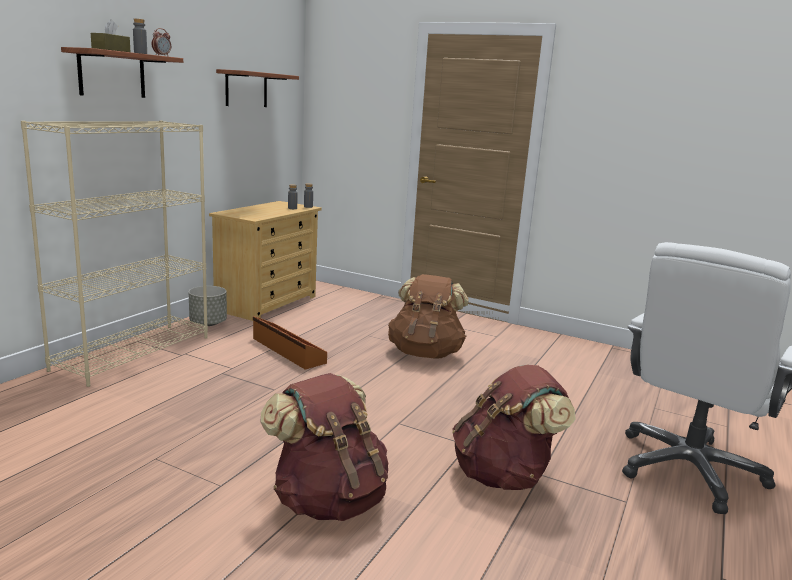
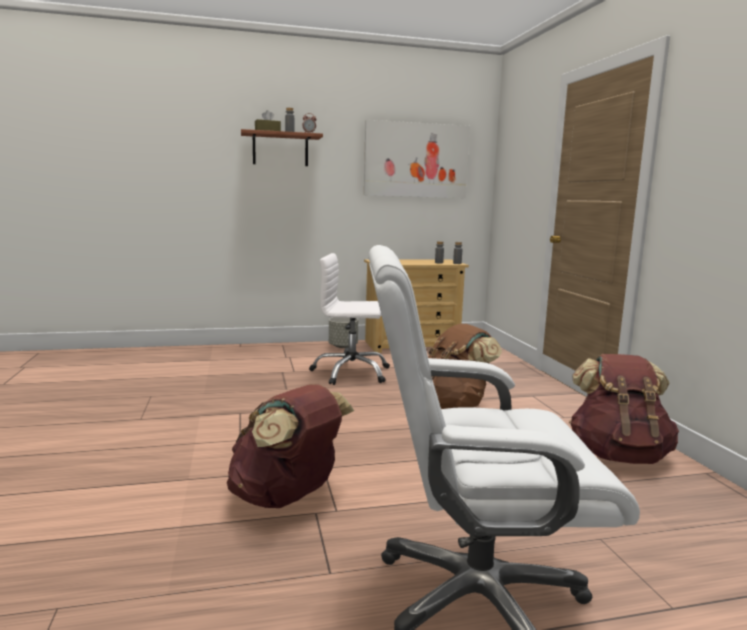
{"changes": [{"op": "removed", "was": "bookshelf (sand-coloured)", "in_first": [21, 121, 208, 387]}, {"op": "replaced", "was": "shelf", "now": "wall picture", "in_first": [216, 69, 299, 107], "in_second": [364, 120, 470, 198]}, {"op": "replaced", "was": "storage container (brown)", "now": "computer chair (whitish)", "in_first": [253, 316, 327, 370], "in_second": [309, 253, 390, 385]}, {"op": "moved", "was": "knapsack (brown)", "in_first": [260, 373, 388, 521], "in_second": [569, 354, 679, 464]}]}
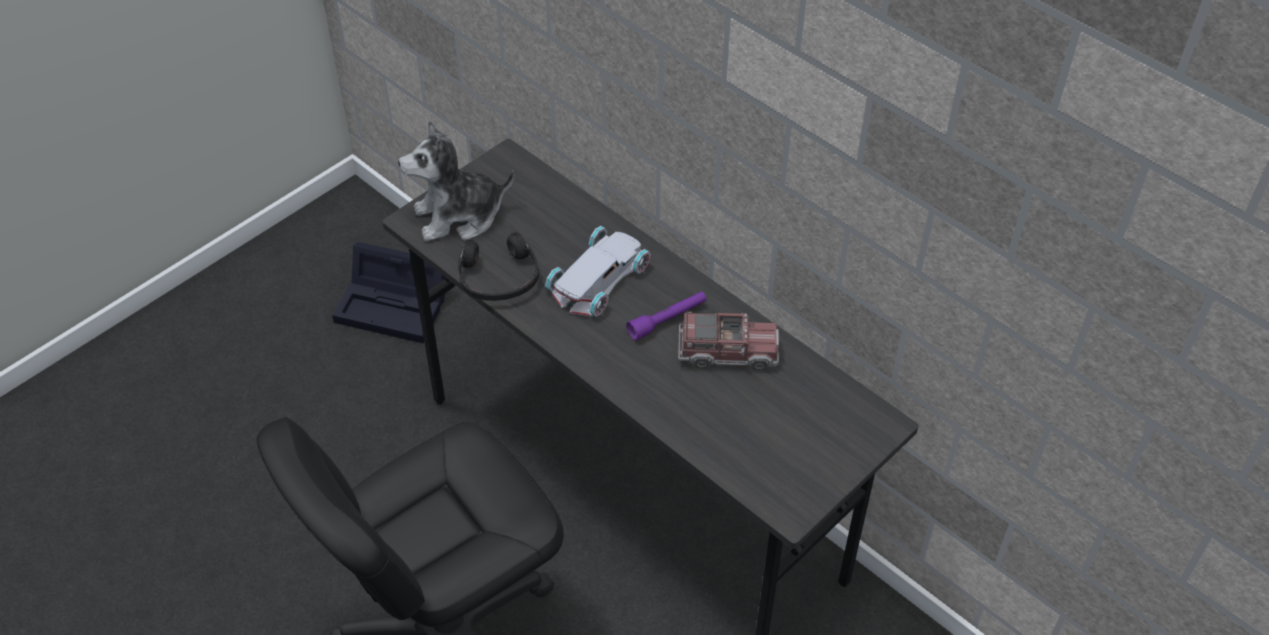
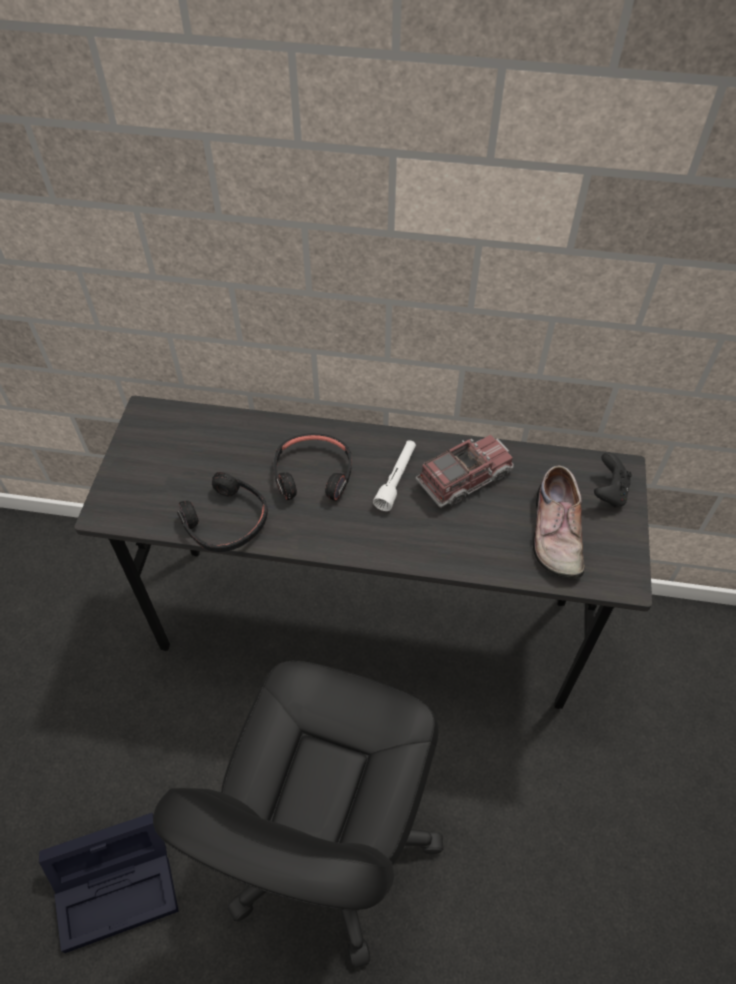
{"changes": [{"op": "moved", "was": "storage container (black)", "in_first": [332, 242, 445, 344], "in_second": [39, 813, 179, 953]}, {"op": "removed", "was": "plush toy", "in_first": [398, 120, 514, 241]}, {"op": "replaced", "was": "miniature car (whitish)", "now": "pair of headphones (black)", "in_first": [545, 226, 651, 317], "in_second": [274, 433, 352, 501]}, {"op": "recoloured", "was": "hand torch (purple-coloured)", "now": "hand torch (whitish)", "in_first": [626, 292, 706, 341], "in_second": [373, 440, 416, 511]}, {"op": "added", "now": "low shoe", "in_second": [533, 466, 584, 579]}, {"op": "added", "now": "game controller (black)", "in_second": [594, 453, 632, 507]}]}
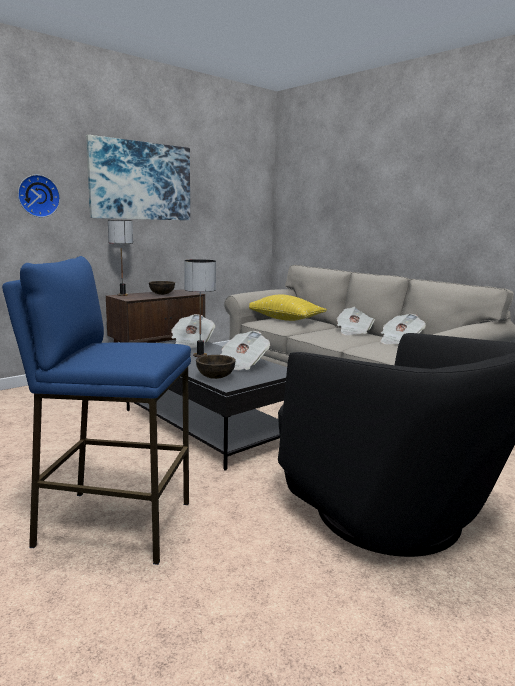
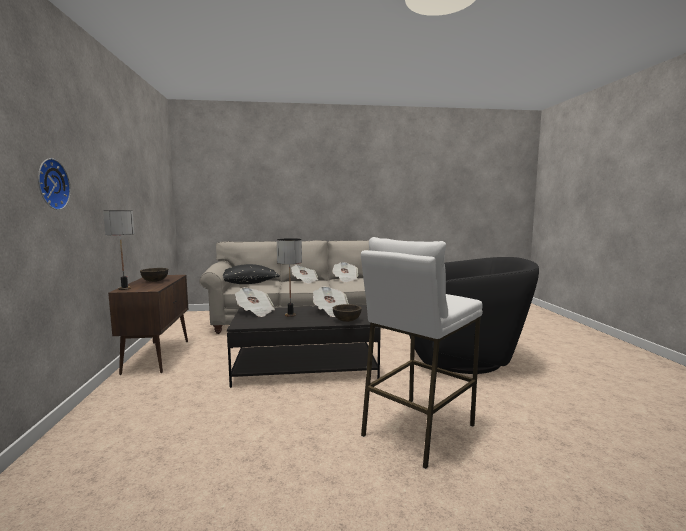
{"changes": [{"op": "recoloured", "was": "stool (blue-coloured)", "now": "stool (whitish)", "in_first": [2, 256, 191, 565], "in_second": [361, 237, 483, 469]}, {"op": "removed", "was": "wall picture", "in_first": [86, 135, 190, 220]}, {"op": "recoloured", "was": "cushion (yellow)", "now": "cushion (black)", "in_first": [249, 295, 327, 321], "in_second": [223, 264, 280, 284]}]}
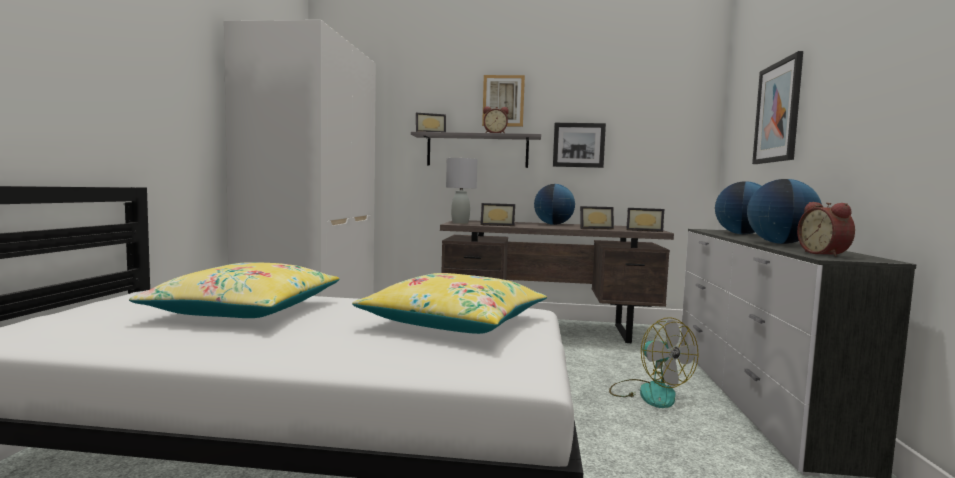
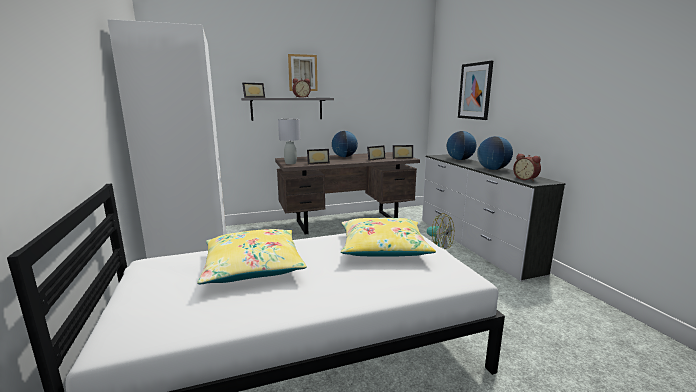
{"changes": [{"op": "removed", "was": "wall picture", "in_first": [553, 123, 606, 168]}]}
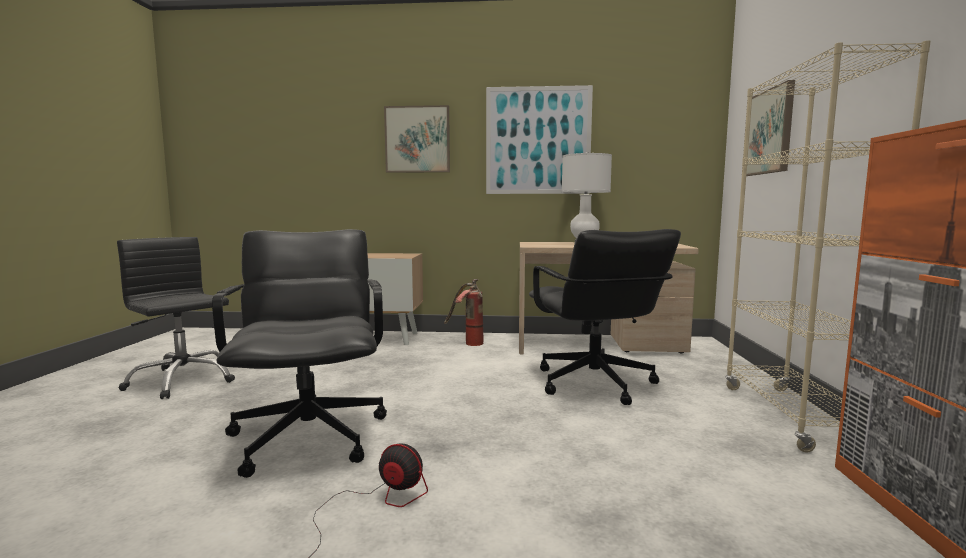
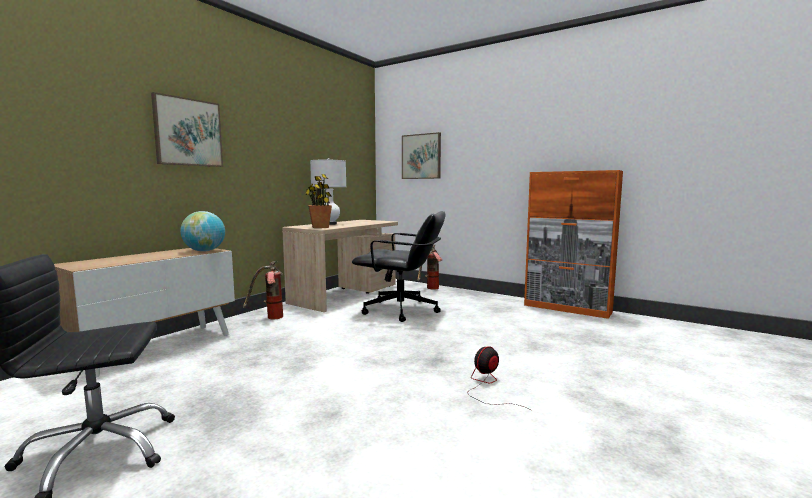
{"changes": [{"op": "removed", "was": "computer chair (black)", "in_first": [212, 229, 387, 478]}, {"op": "removed", "was": "wall picture", "in_first": [486, 85, 593, 194]}, {"op": "removed", "was": "bookshelf (sand-coloured)", "in_first": [725, 40, 931, 453]}, {"op": "added", "now": "desk globe", "in_second": [180, 211, 225, 252]}, {"op": "added", "now": "houseplant", "in_second": [305, 174, 332, 228]}, {"op": "added", "now": "extinguisher", "in_second": [417, 245, 442, 289]}]}
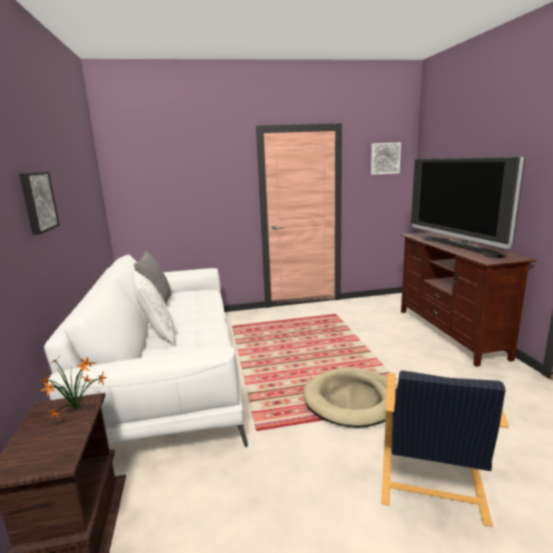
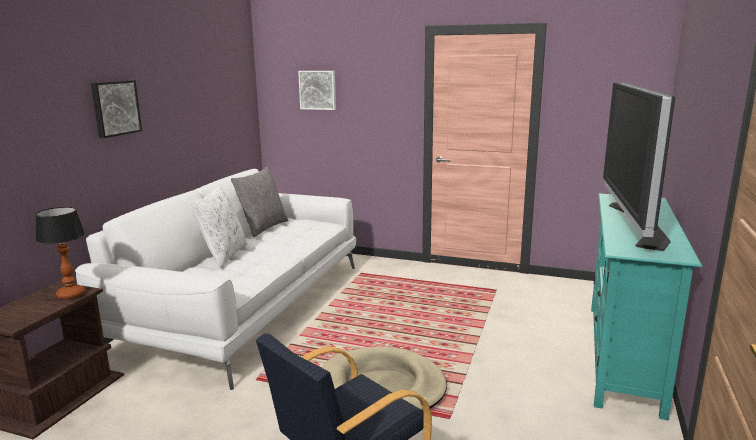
{"changes": [{"op": "replaced", "was": "houseplant", "now": "tabletop lamp", "in_first": [40, 357, 107, 418], "in_second": [36, 207, 85, 299]}, {"op": "moved", "was": "wall picture", "in_first": [371, 142, 401, 175], "in_second": [298, 71, 336, 110]}, {"op": "recoloured", "was": "tv unit (brown)", "now": "tv unit (turquoise)", "in_first": [401, 232, 536, 367], "in_second": [591, 194, 703, 420]}]}
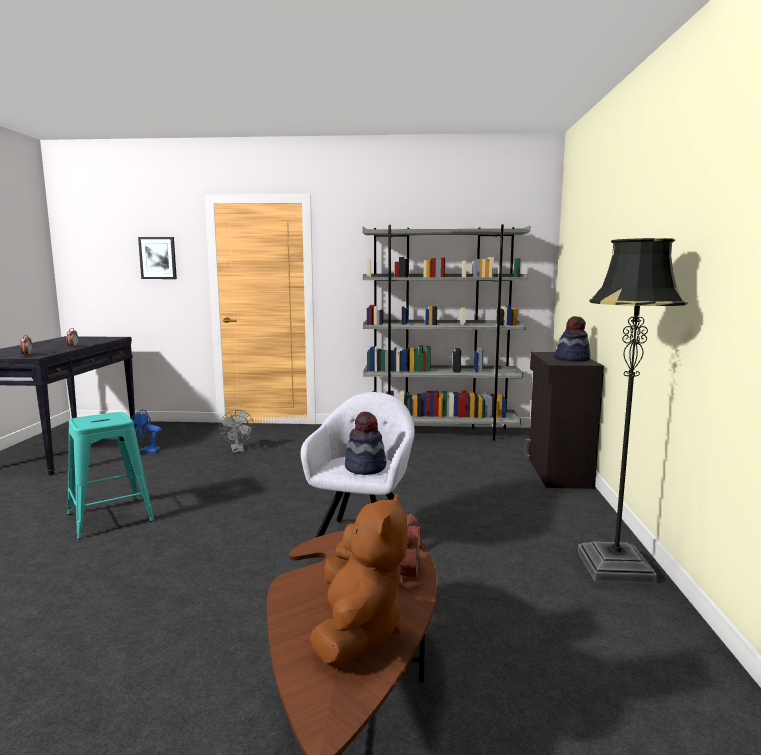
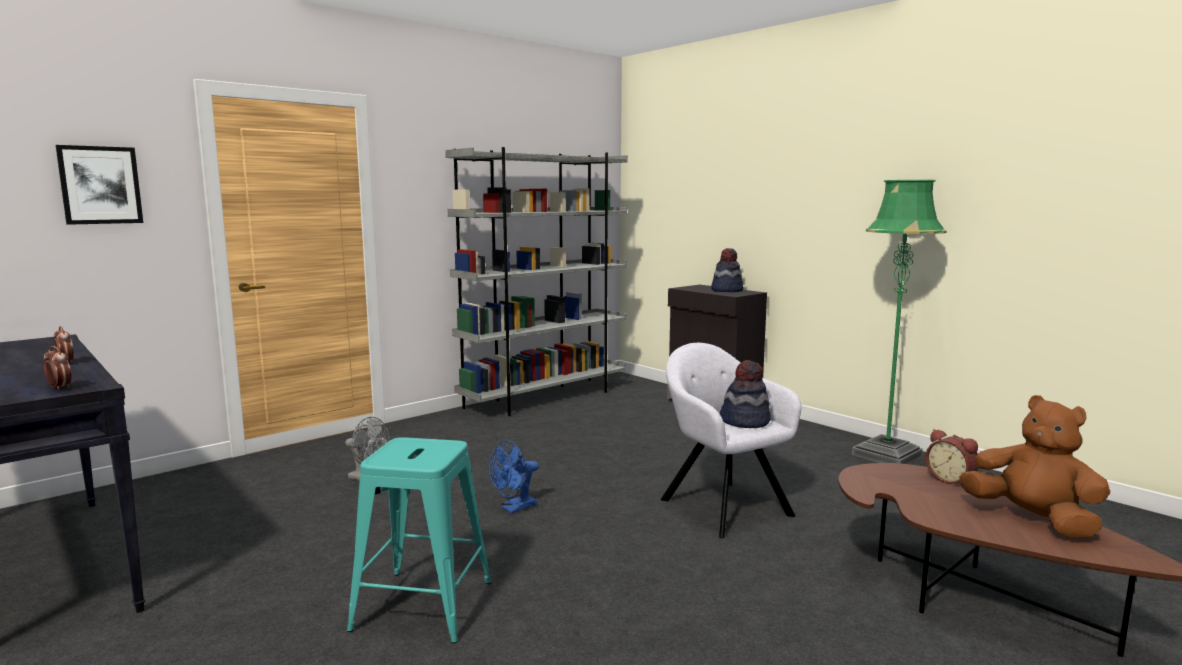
{"changes": [{"op": "moved", "was": "cooling fan (blue-coloured)", "in_first": [131, 409, 161, 453], "in_second": [489, 440, 539, 513]}, {"op": "recoloured", "was": "floor lamp (black)", "now": "floor lamp (green)", "in_first": [578, 238, 688, 584], "in_second": [852, 180, 946, 464]}]}
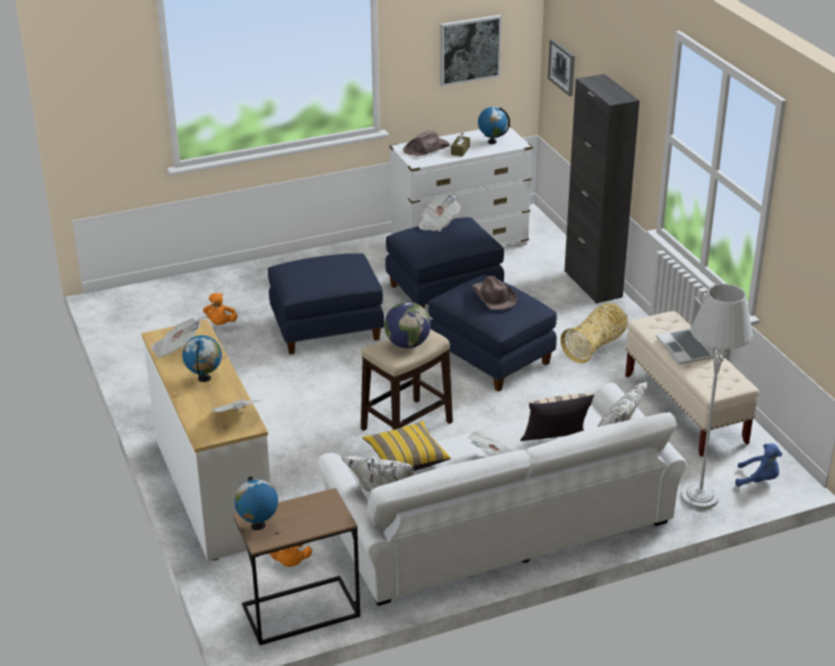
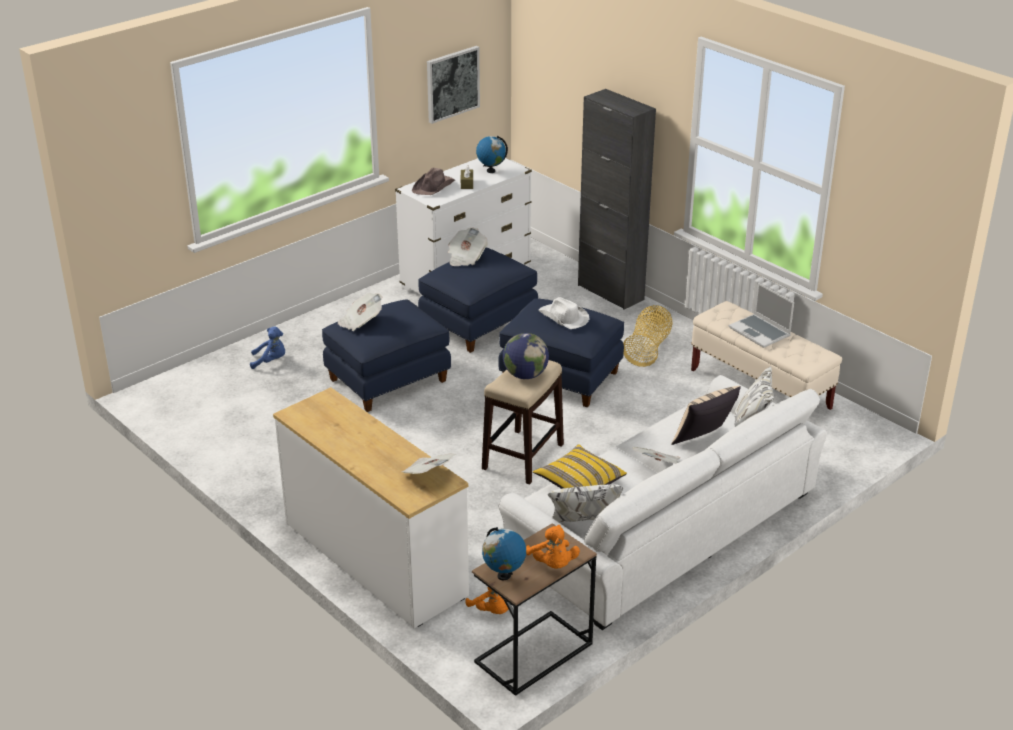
{"changes": [{"op": "moved", "was": "printed paper", "in_first": [151, 318, 201, 359], "in_second": [338, 293, 383, 331]}, {"op": "removed", "was": "desk globe", "in_first": [182, 335, 222, 382]}, {"op": "moved", "was": "plush toy (orange)", "in_first": [203, 293, 237, 325], "in_second": [526, 525, 580, 569]}, {"op": "recoloured", "was": "hat (brown)", "now": "hat (whitish)", "in_first": [472, 276, 518, 310], "in_second": [539, 297, 589, 329]}, {"op": "removed", "was": "wall picture", "in_first": [548, 39, 575, 96]}, {"op": "removed", "was": "floor lamp (grey)", "in_first": [681, 284, 753, 510]}, {"op": "moved", "was": "plush toy (blue-coloured)", "in_first": [735, 443, 782, 487], "in_second": [250, 327, 285, 369]}]}
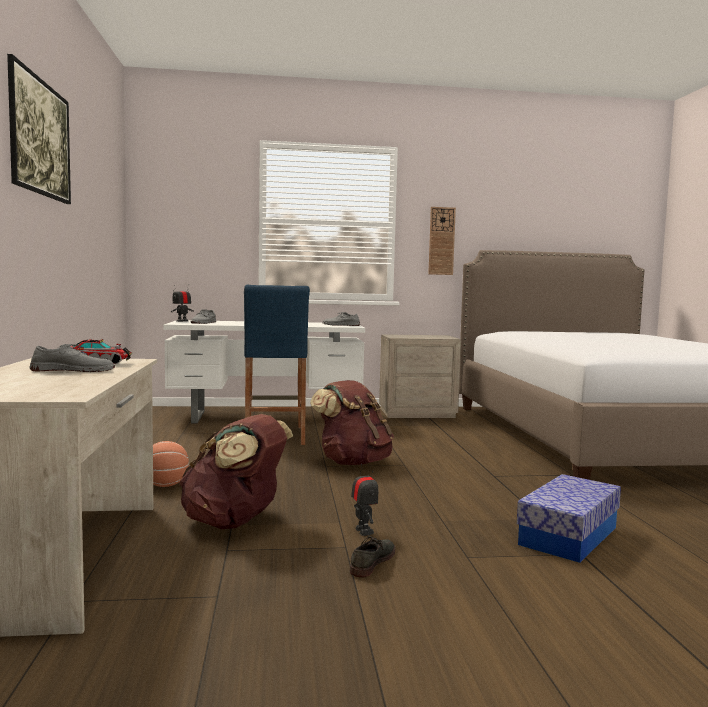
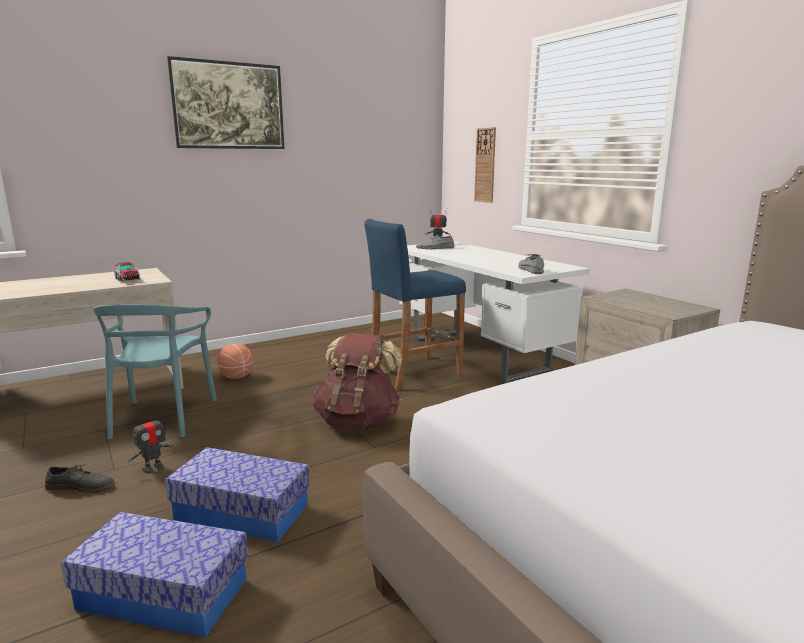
{"changes": [{"op": "removed", "was": "low shoe (grey)", "in_first": [29, 344, 115, 372]}, {"op": "replaced", "was": "knapsack (brown)", "now": "plain chair (turquoise)", "in_first": [179, 414, 293, 529], "in_second": [93, 304, 217, 440]}, {"op": "moved", "was": "wall clock", "in_first": [428, 207, 456, 275], "in_second": [474, 127, 496, 203]}, {"op": "added", "now": "storage container", "in_second": [165, 447, 310, 543]}]}
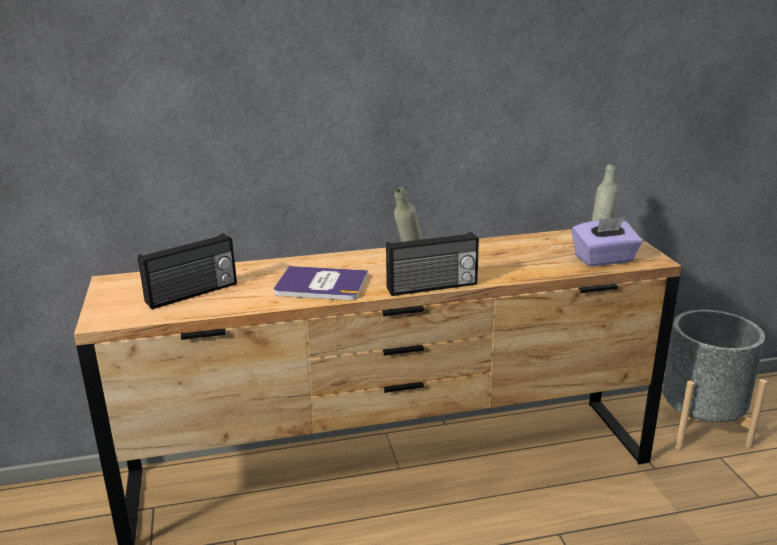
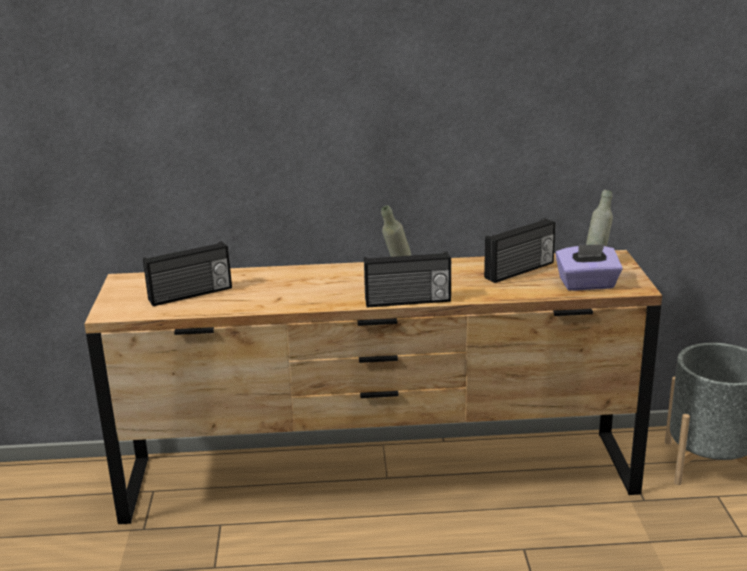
{"changes": [{"op": "removed", "was": "bound book", "in_first": [274, 266, 368, 300]}, {"op": "added", "now": "radio receiver", "in_second": [484, 218, 556, 283]}]}
